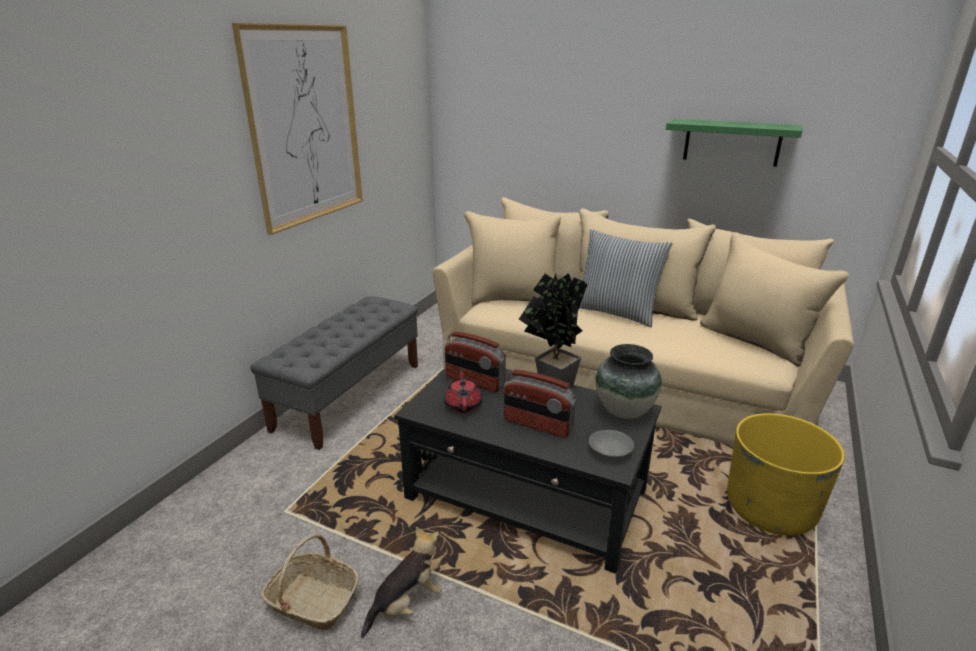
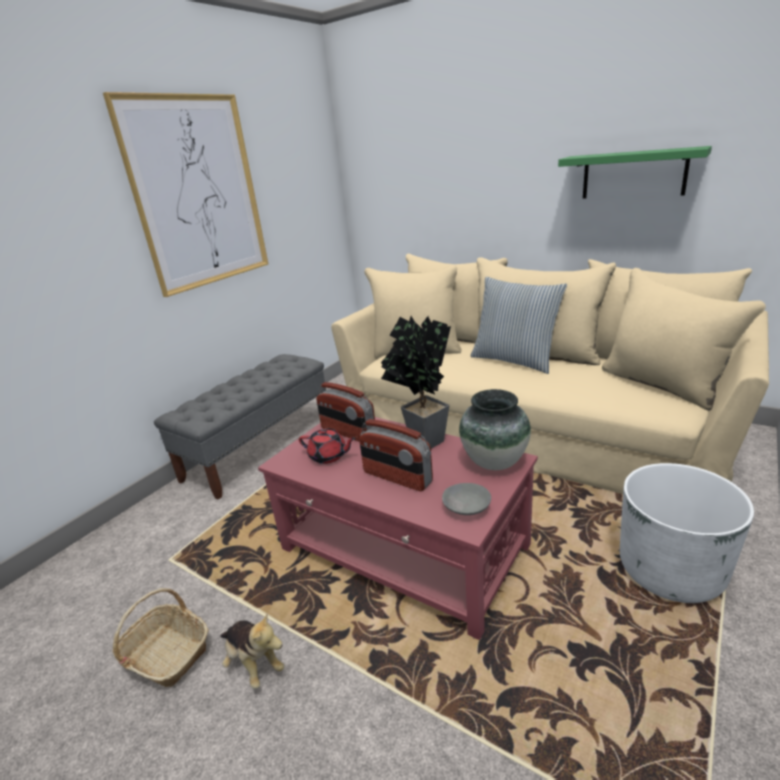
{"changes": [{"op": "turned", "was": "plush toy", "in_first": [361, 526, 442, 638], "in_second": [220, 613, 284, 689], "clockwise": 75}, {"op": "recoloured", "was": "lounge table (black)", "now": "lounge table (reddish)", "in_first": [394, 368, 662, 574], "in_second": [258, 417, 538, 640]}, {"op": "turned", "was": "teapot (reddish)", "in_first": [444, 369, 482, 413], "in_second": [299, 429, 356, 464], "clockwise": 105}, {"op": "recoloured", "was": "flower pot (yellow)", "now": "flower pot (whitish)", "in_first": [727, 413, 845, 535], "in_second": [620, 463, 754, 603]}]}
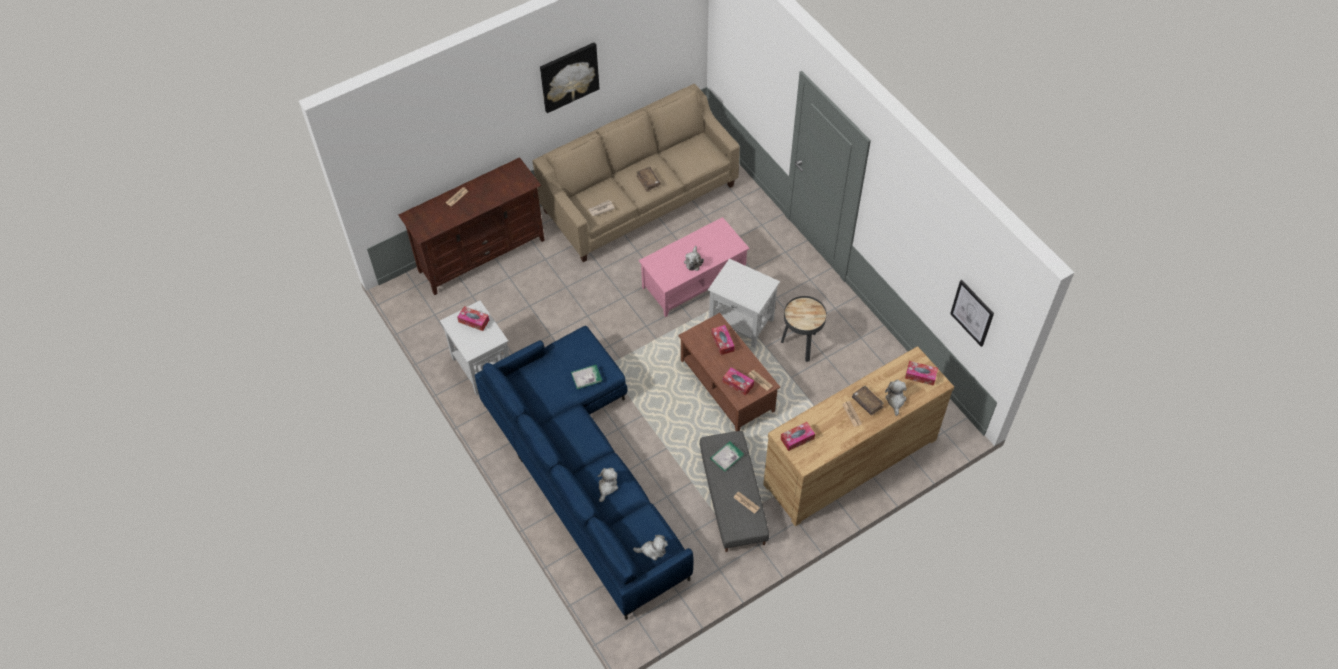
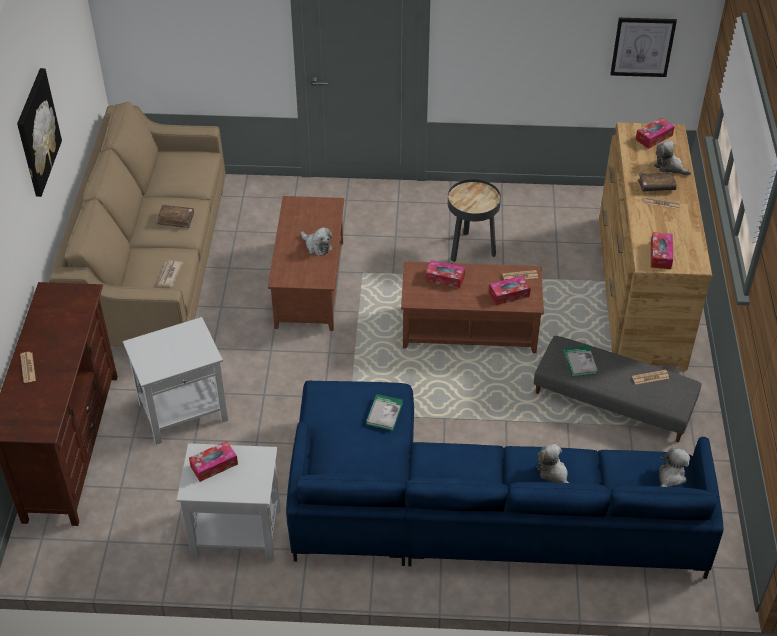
{"changes": [{"op": "recoloured", "was": "lounge table (pink-coloured)", "now": "lounge table (brown)", "in_first": [639, 217, 749, 317], "in_second": [268, 196, 344, 331]}, {"op": "moved", "was": "accent table (whitish)", "in_first": [708, 259, 780, 348], "in_second": [123, 317, 228, 445]}]}
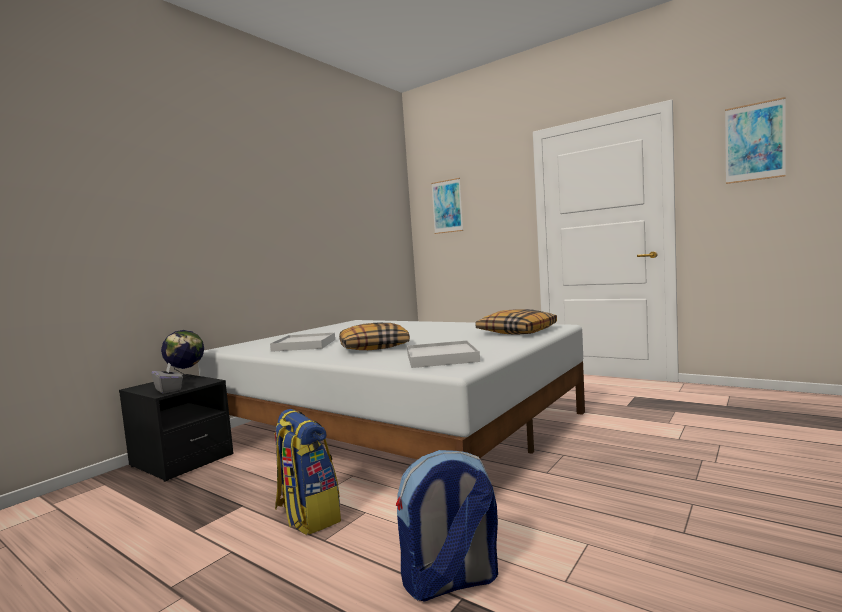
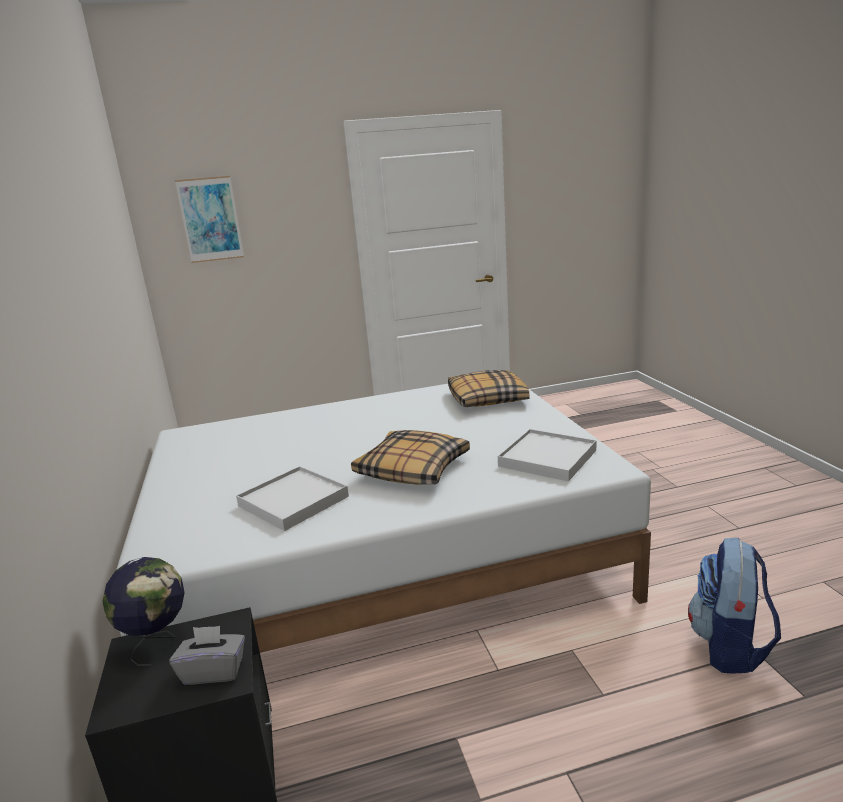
{"changes": [{"op": "removed", "was": "knapsack", "in_first": [274, 409, 341, 535]}, {"op": "removed", "was": "wall picture", "in_first": [725, 97, 786, 184]}]}
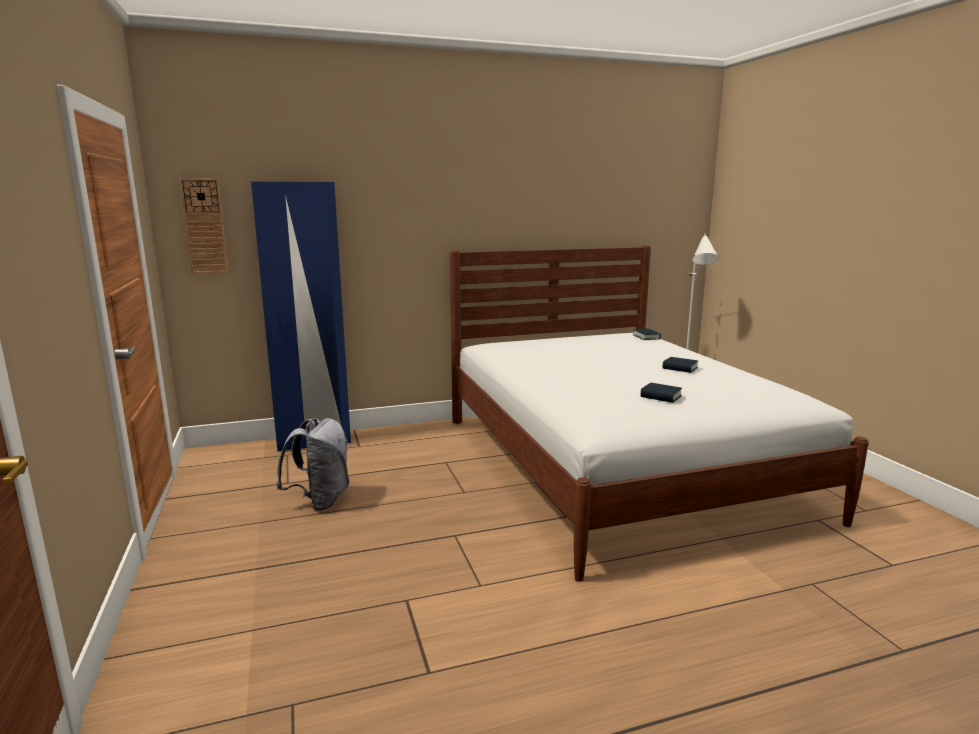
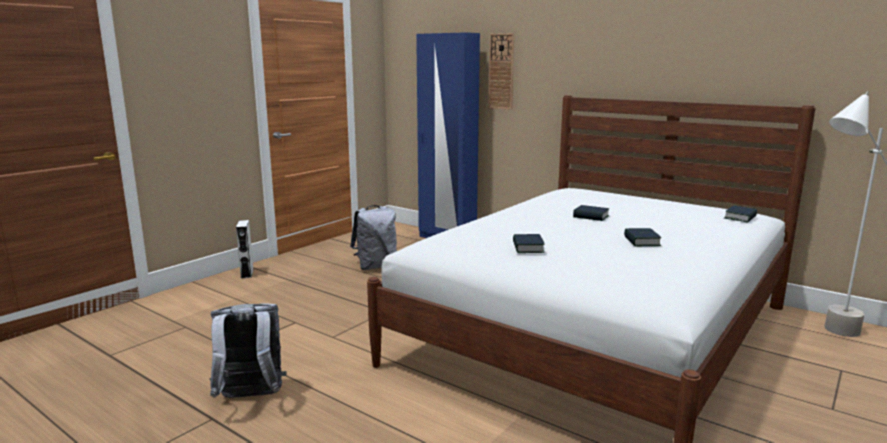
{"changes": [{"op": "moved", "was": "wall clock", "in_first": [179, 178, 229, 274], "in_second": [488, 33, 515, 110]}, {"op": "added", "now": "knapsack (grey)", "in_second": [210, 303, 287, 398]}, {"op": "added", "now": "audio speaker (grey)", "in_second": [236, 220, 254, 278]}, {"op": "added", "now": "bound book", "in_second": [573, 205, 609, 221]}]}
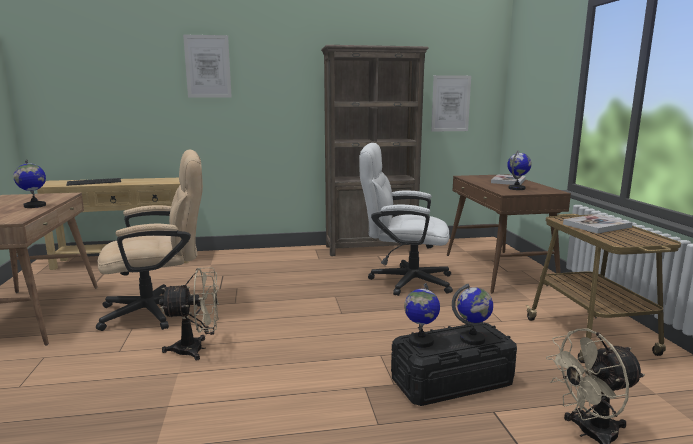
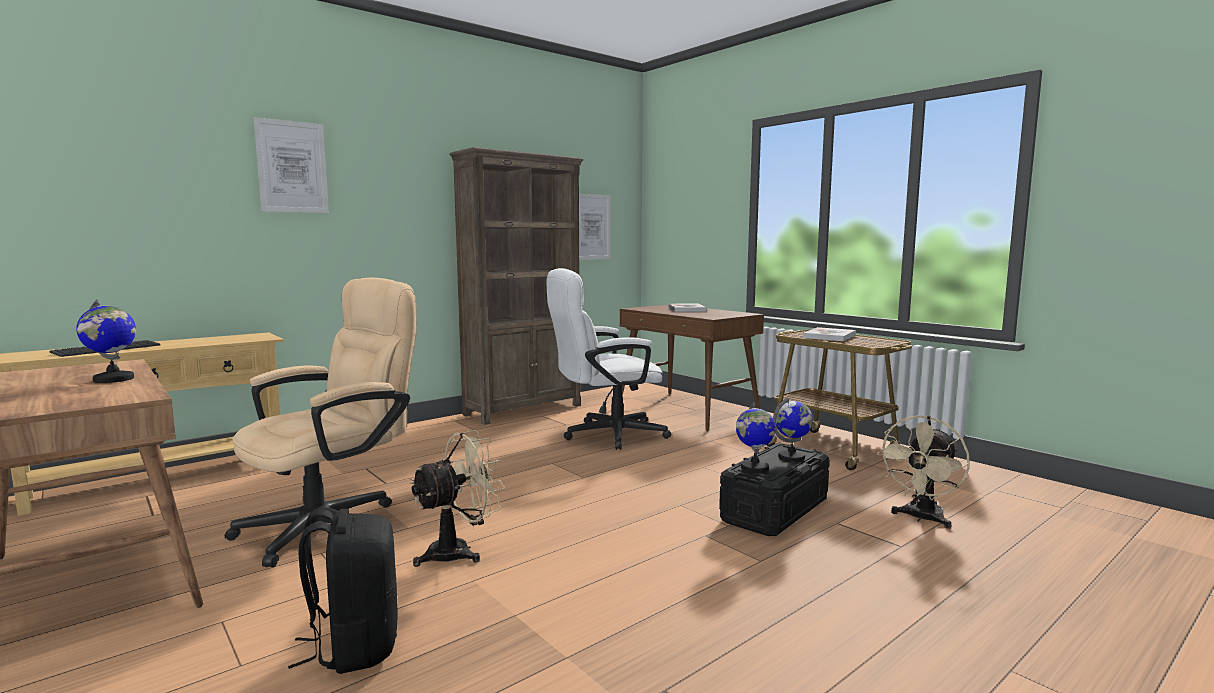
{"changes": [{"op": "removed", "was": "desk globe", "in_first": [507, 150, 532, 190]}, {"op": "added", "now": "knapsack (black)", "in_second": [288, 509, 398, 674]}]}
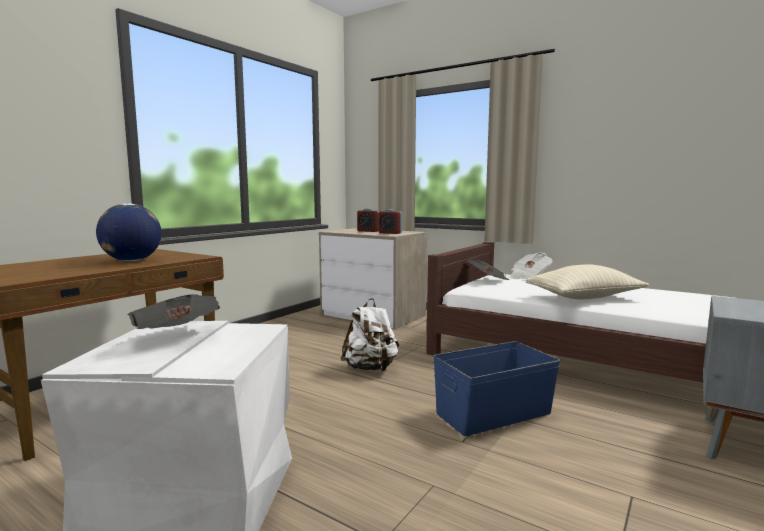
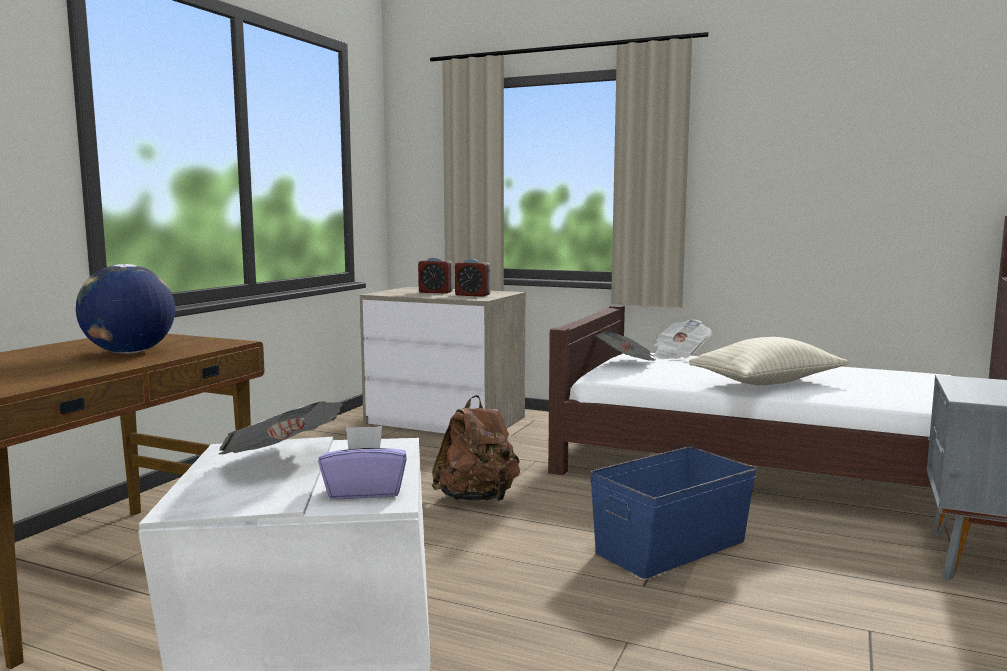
{"changes": [{"op": "recoloured", "was": "knapsack (whitish)", "now": "knapsack (brown)", "in_first": [340, 298, 399, 371], "in_second": [432, 395, 520, 501]}, {"op": "added", "now": "tissue holder (purple-coloured)", "in_second": [318, 426, 407, 499]}]}
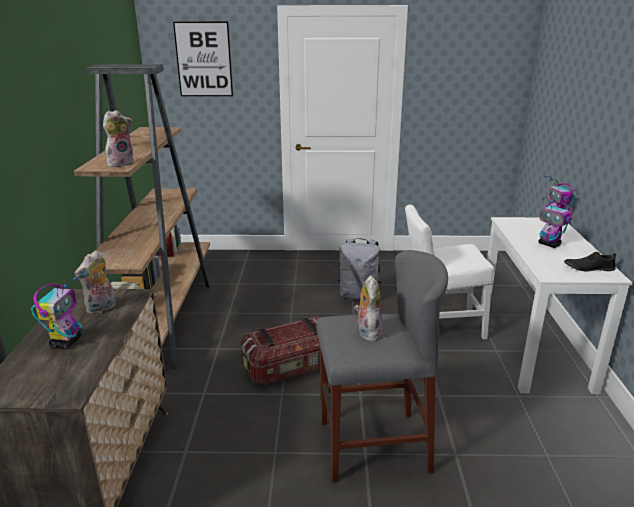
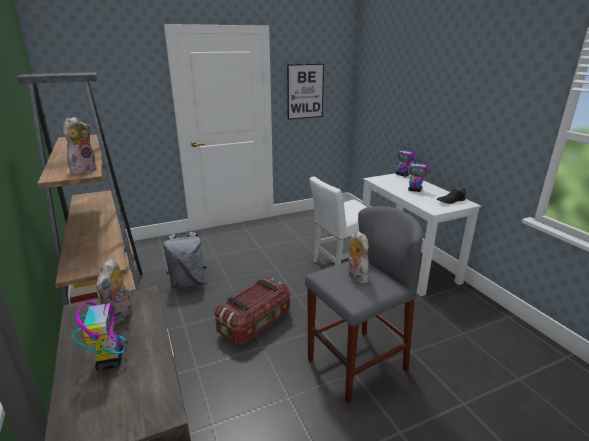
{"changes": [{"op": "moved", "was": "wall picture", "in_first": [173, 21, 233, 96], "in_second": [287, 64, 324, 120]}, {"op": "moved", "was": "knapsack (grey)", "in_first": [338, 238, 382, 300], "in_second": [164, 232, 207, 289]}]}
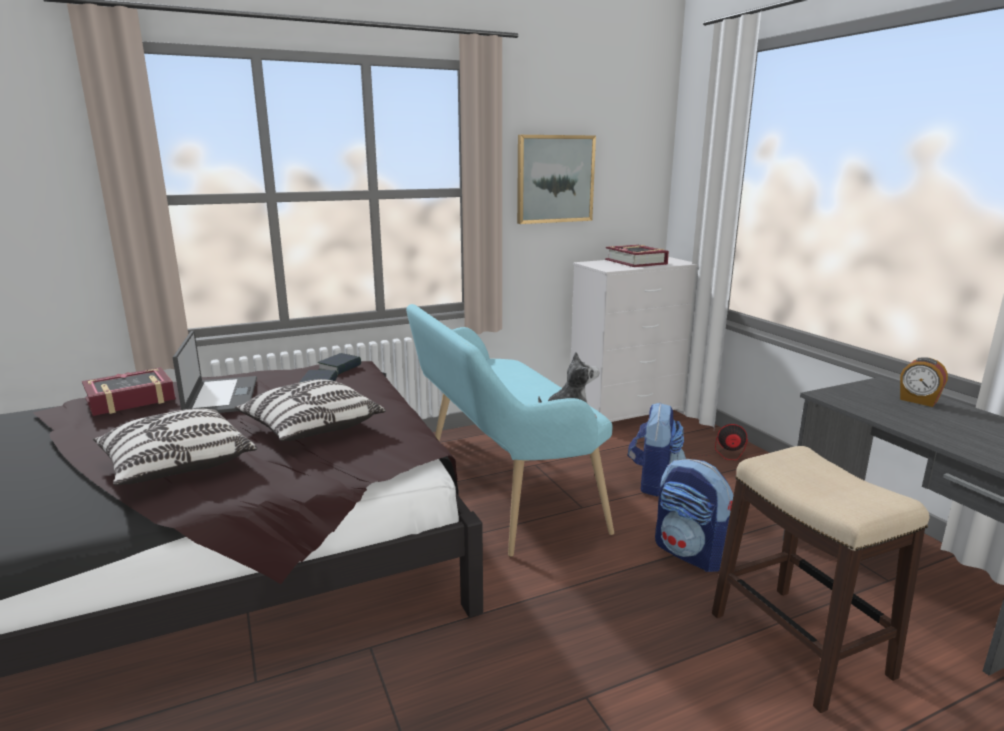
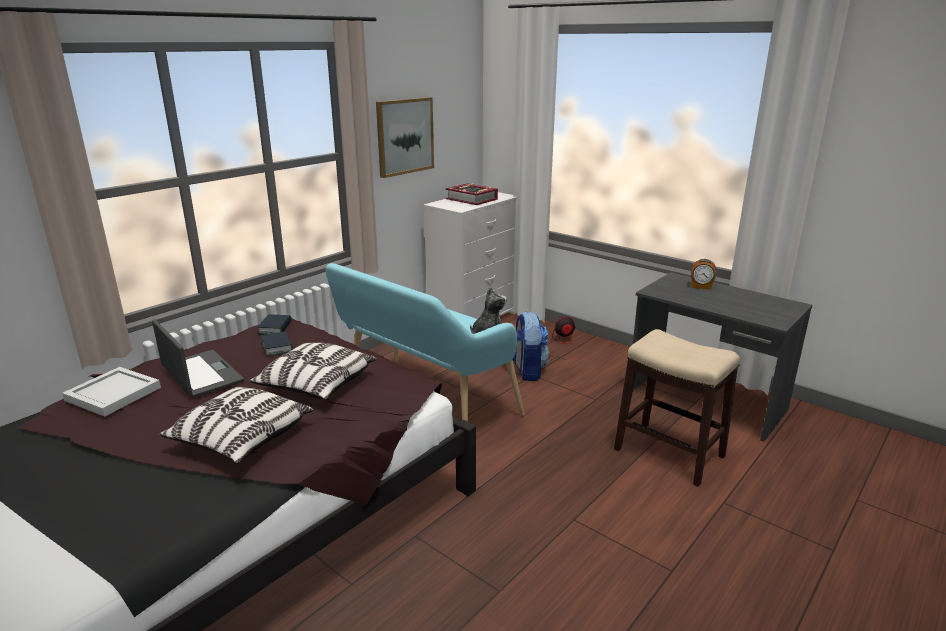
{"changes": [{"op": "replaced", "was": "bound book", "now": "tray (whitish)", "in_first": [82, 367, 176, 416], "in_second": [62, 367, 161, 417]}, {"op": "removed", "was": "knapsack", "in_first": [655, 459, 733, 572]}]}
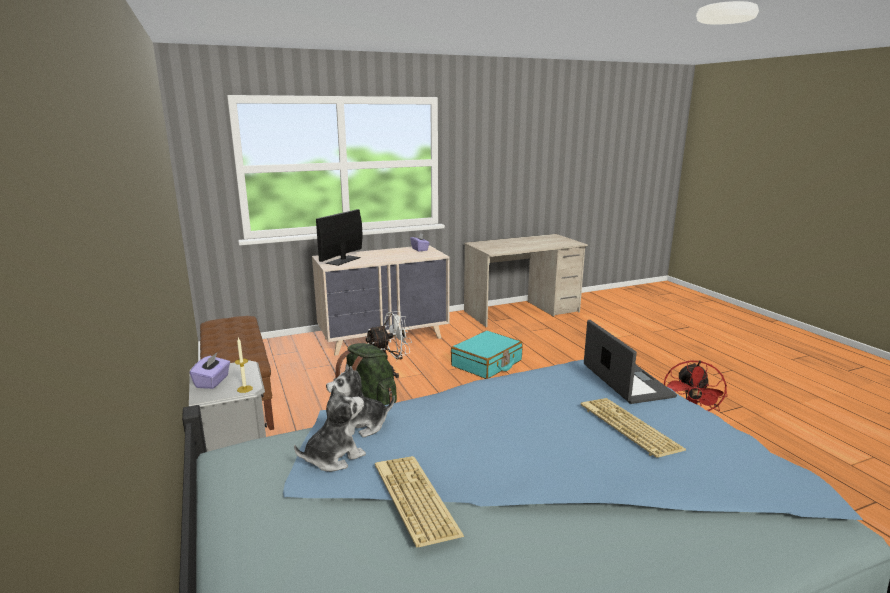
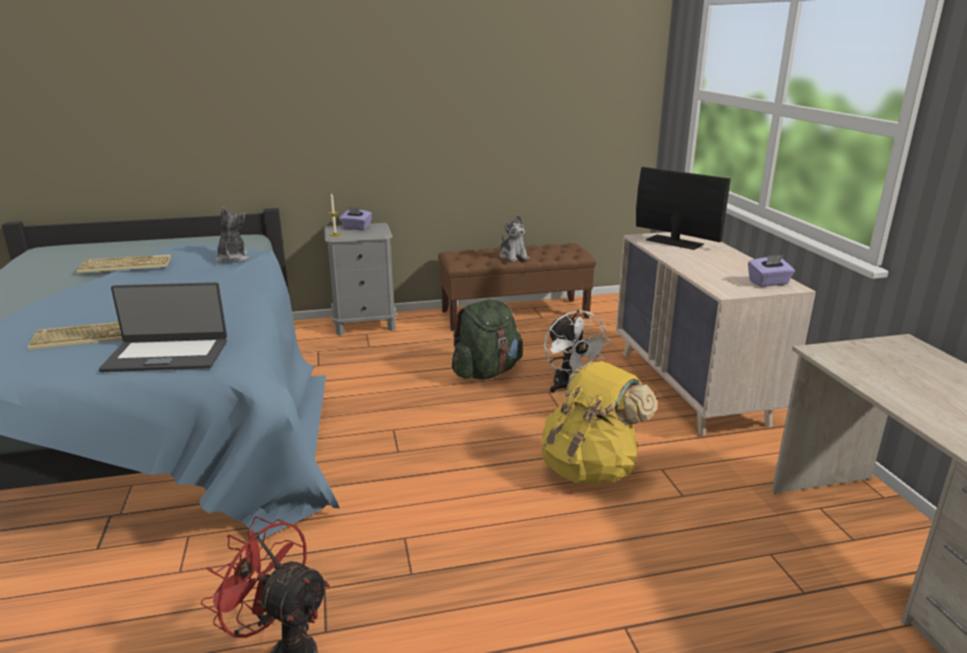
{"changes": [{"op": "moved", "was": "plush toy", "in_first": [294, 385, 366, 472], "in_second": [499, 215, 529, 262]}, {"op": "replaced", "was": "travel case (turquoise)", "now": "knapsack (yellow)", "in_first": [451, 331, 523, 379], "in_second": [541, 361, 657, 485]}]}
